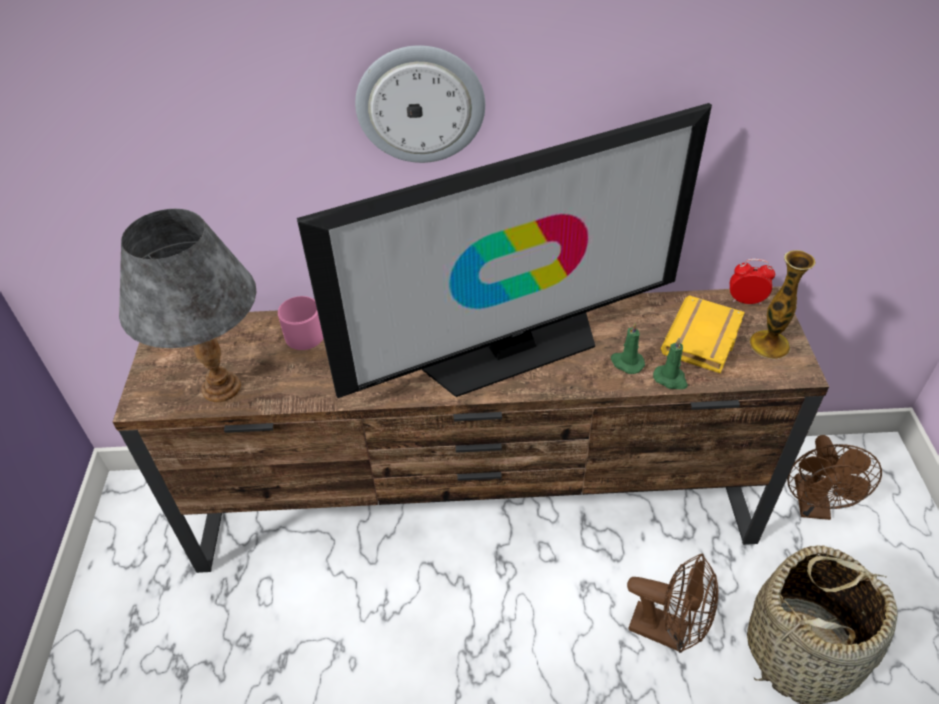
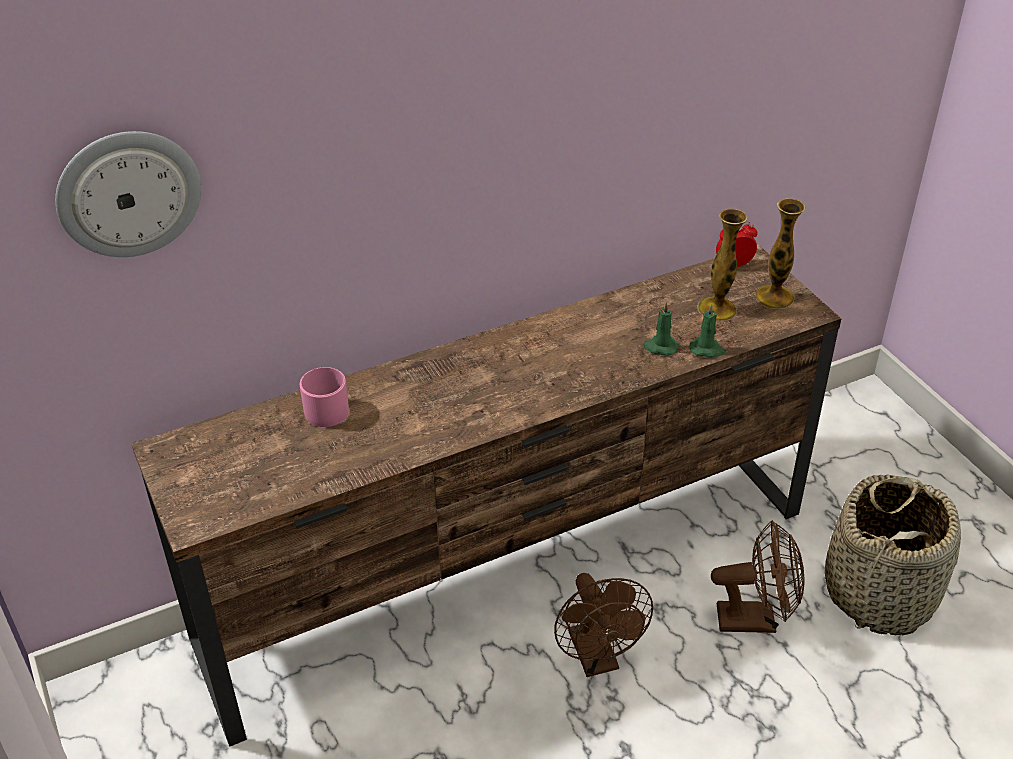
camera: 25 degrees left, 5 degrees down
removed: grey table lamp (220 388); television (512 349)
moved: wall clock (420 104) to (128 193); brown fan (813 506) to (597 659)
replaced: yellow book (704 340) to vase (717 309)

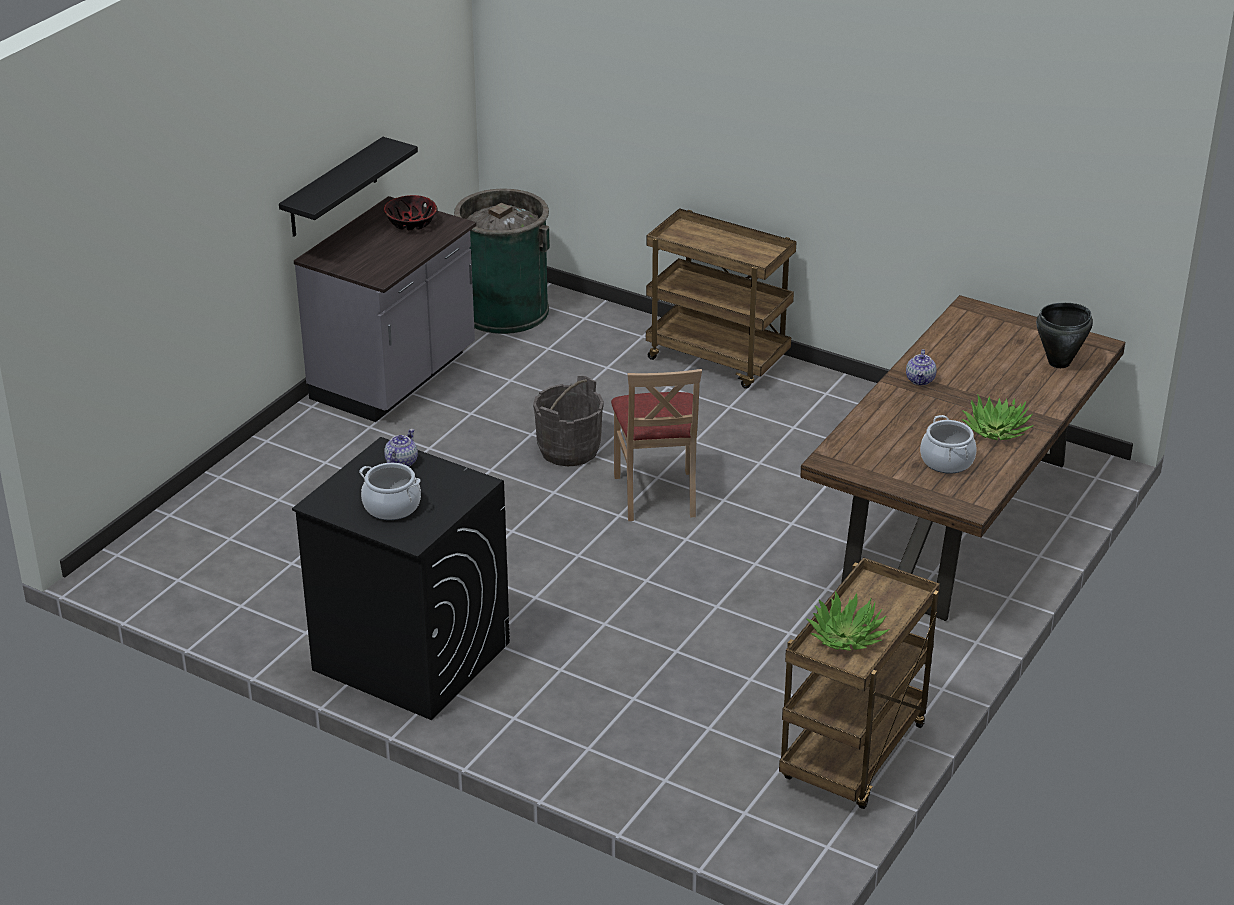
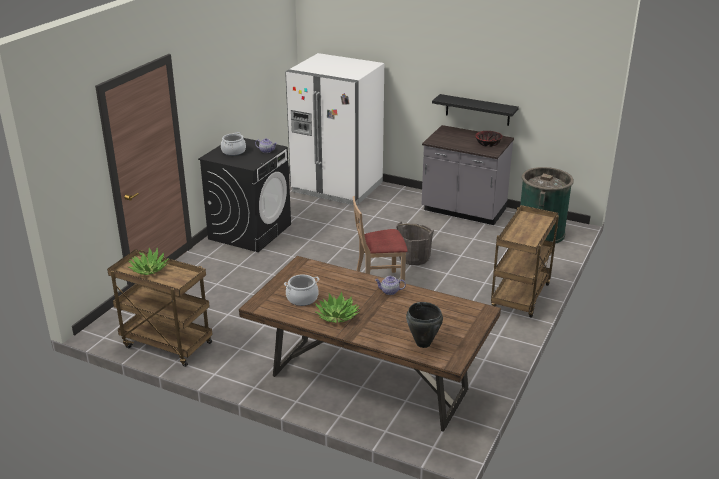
camera: 85 degrees right, 5 degrees down
added: white fridge (337 187)

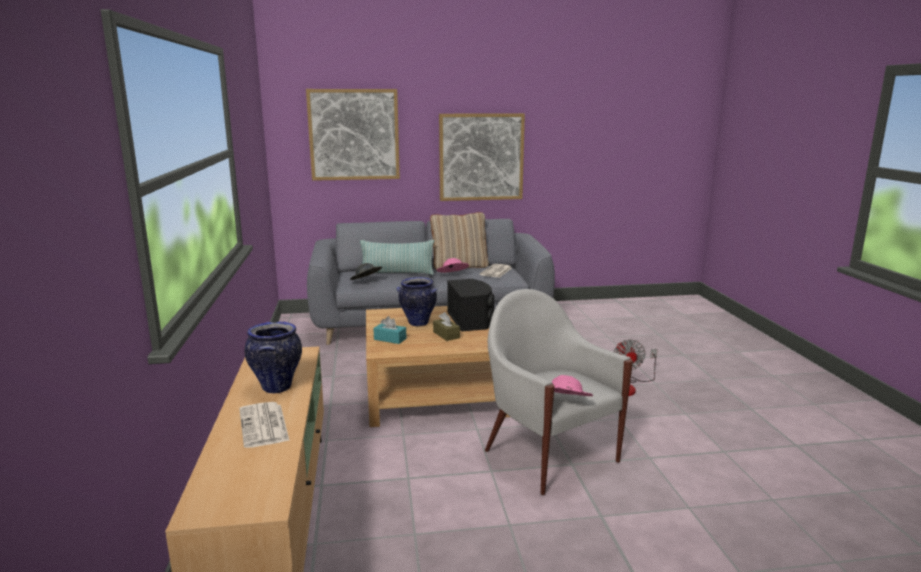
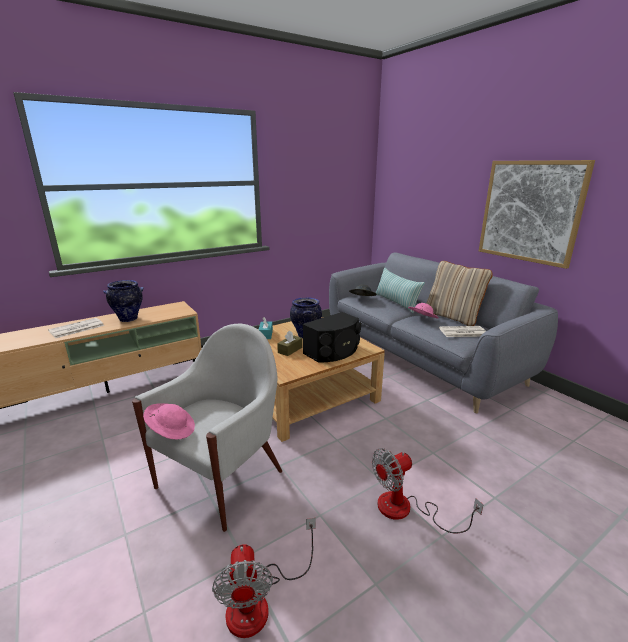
camera: 65 degrees right, 5 degrees up
removed: picture (354 135)
added: fan (260 601)

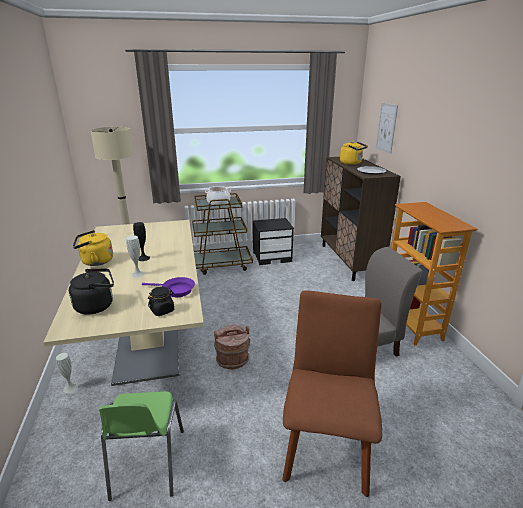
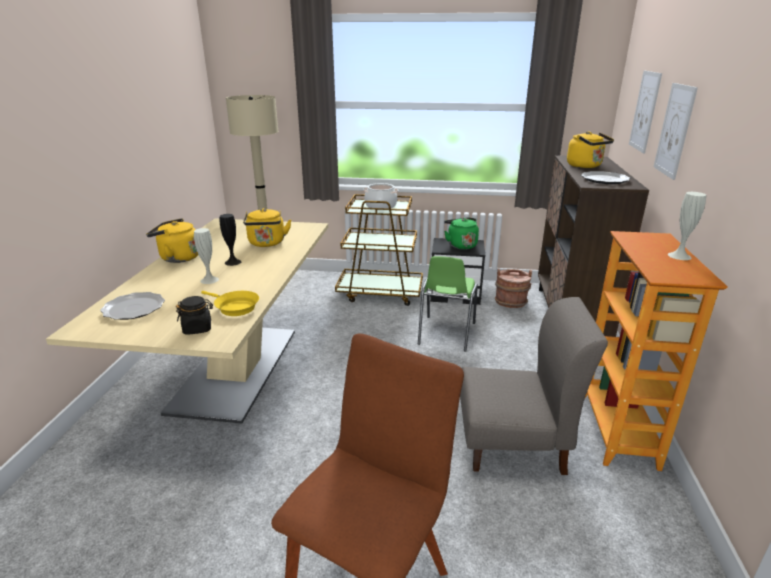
camera: 20 degrees right, 0 degrees up
added: yellow kettle (267 243); green kettle (460 245); picture (674 130)
moved: white vase (70 388) to (679 256); green chair (147 464) to (446 333); brown bucket (232 359) to (510 302)
replaced: black kettle (97 305) to plate (134 308)
recoloured: purple frying pan (175 290) to yellow frying pan (234 307)

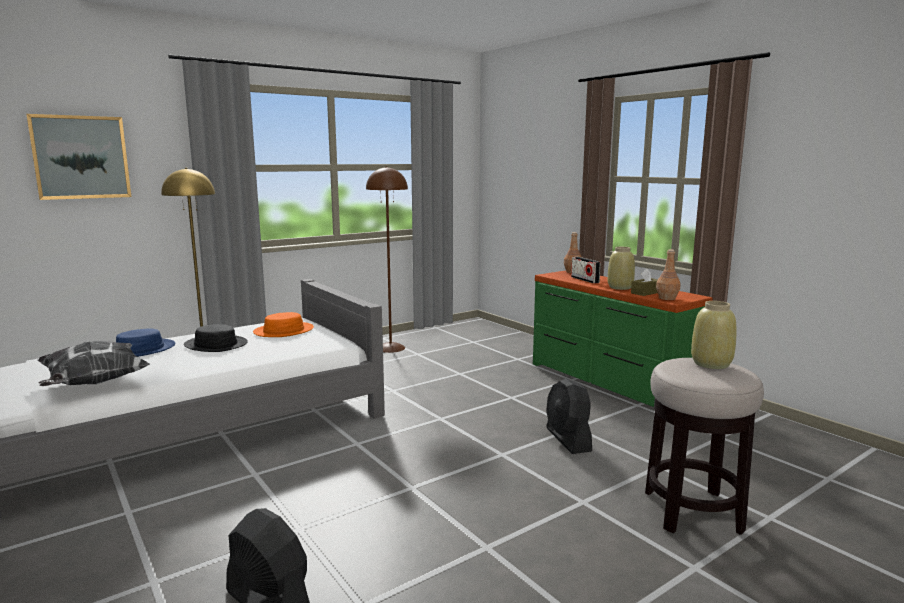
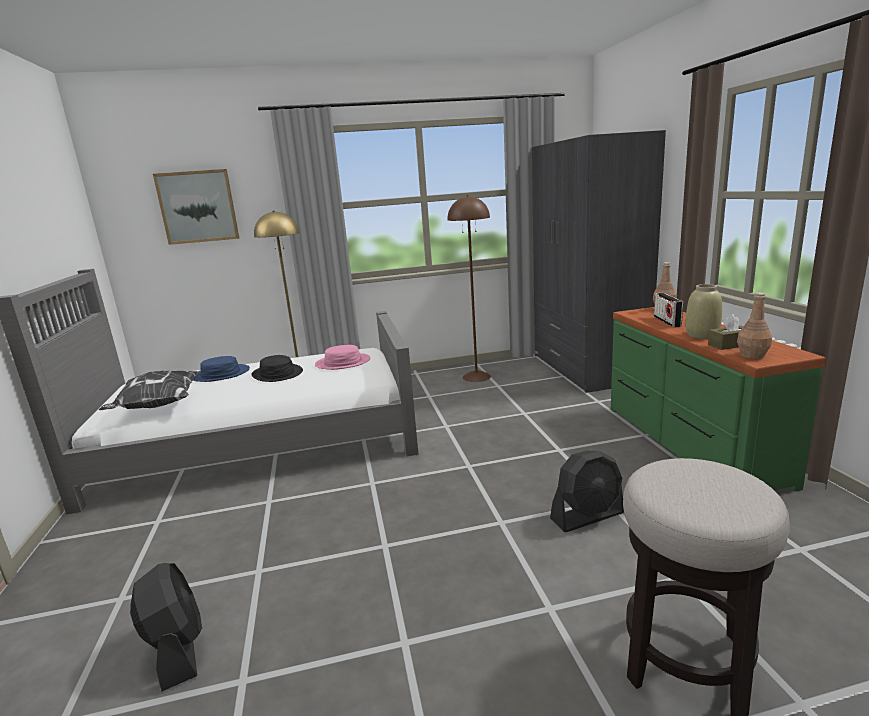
camera: 25 degrees right, 5 degrees up
removed: beige vase (712 364)
added: grey wardrobe (586 368)
recoloured: orange hat (284 331) to pink hat (343 363)
turned: black fan (568 439) = (587 516) 120 degrees counterclockwise

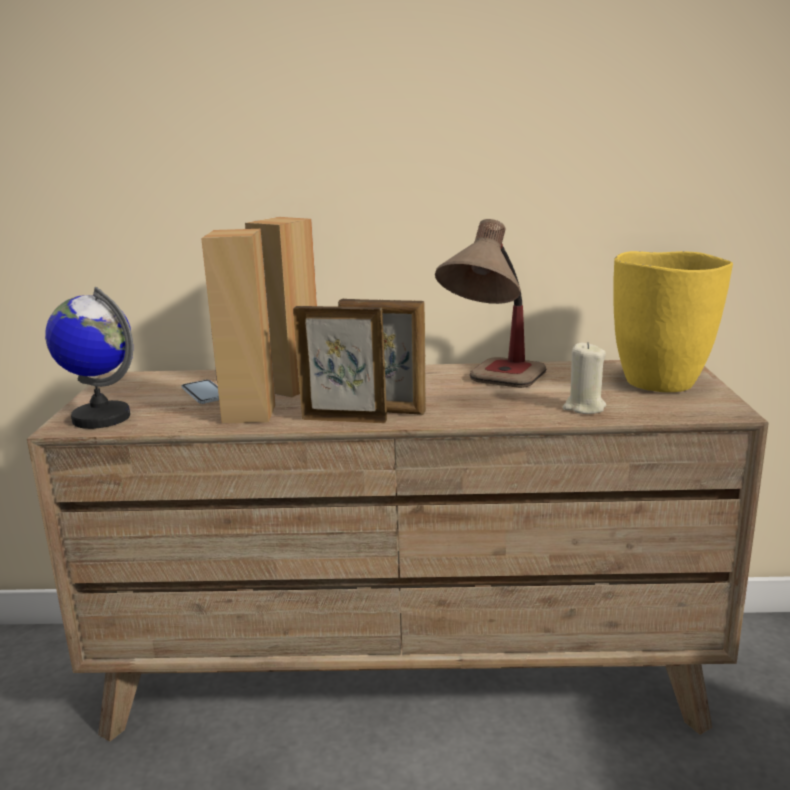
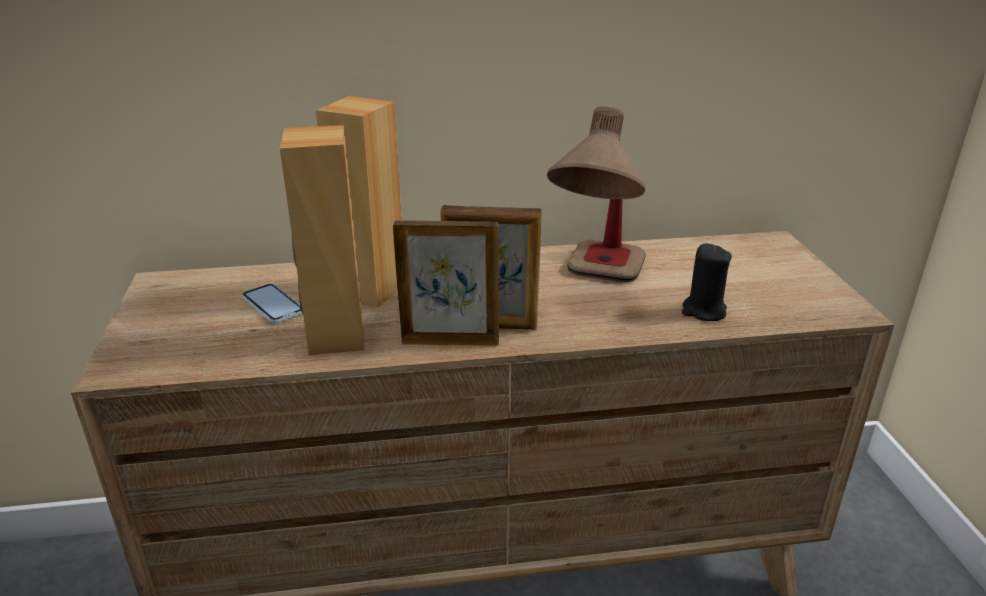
camera: 10 degrees left, 10 degrees up
removed: globe (101 418); yellow vase (661 382)
recoloured: beige candle (584 408) to black candle (703 311)

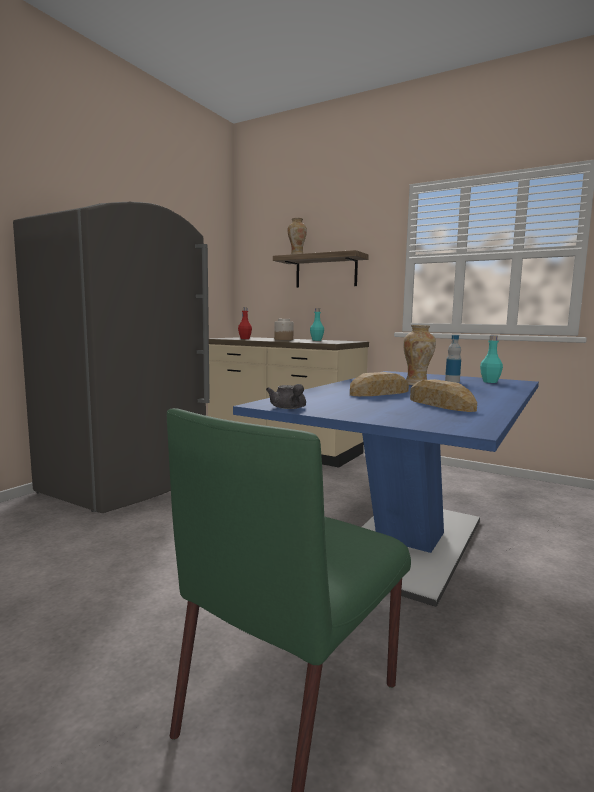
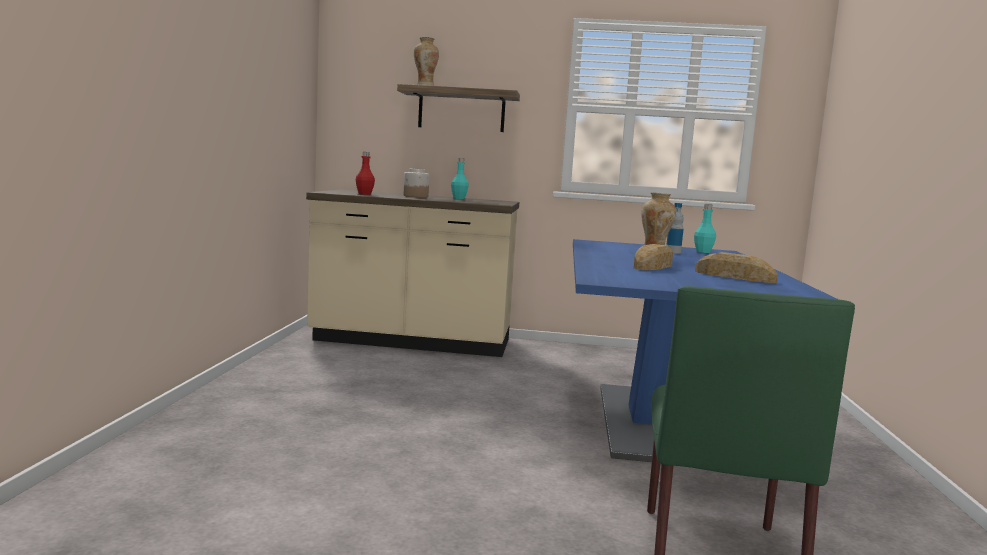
camera: 25 degrees left, 0 degrees up
removed: grey fridge (127 484); grey teapot (289 408)

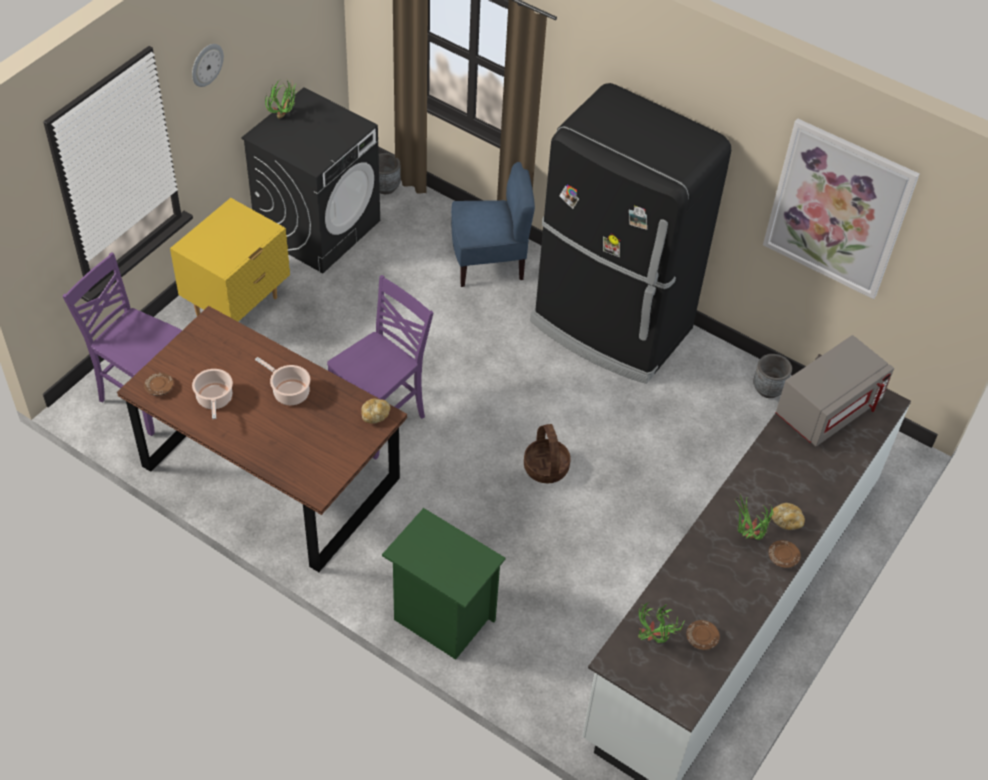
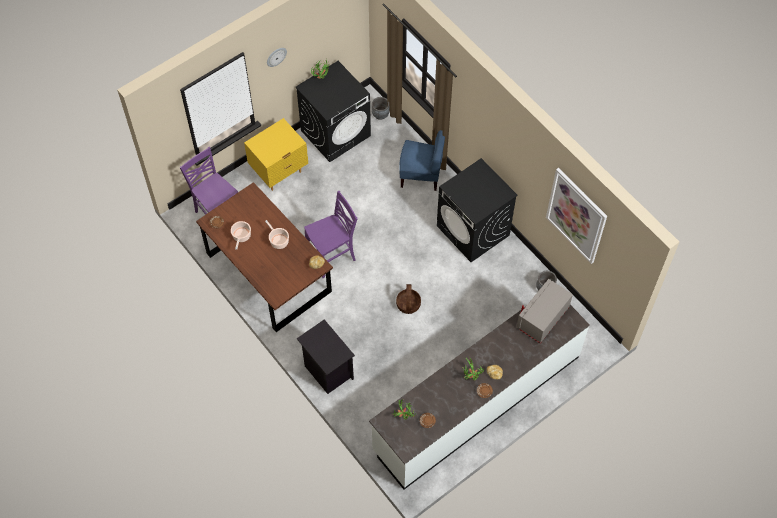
camera: 20 degrees right, 10 degrees up
replaced: black fridge (610 327) to black washing machine (473 231)
recoloured: green nightstand (441 618) to black nightstand (327 371)
turned: grey microwave (827 408) = (543 318) 150 degrees clockwise

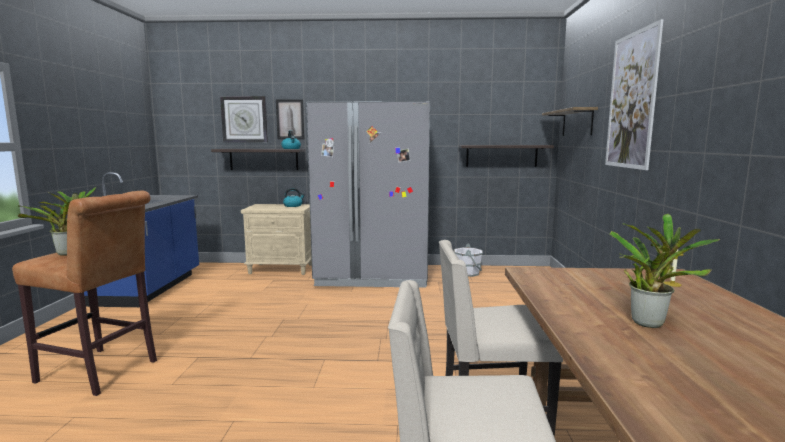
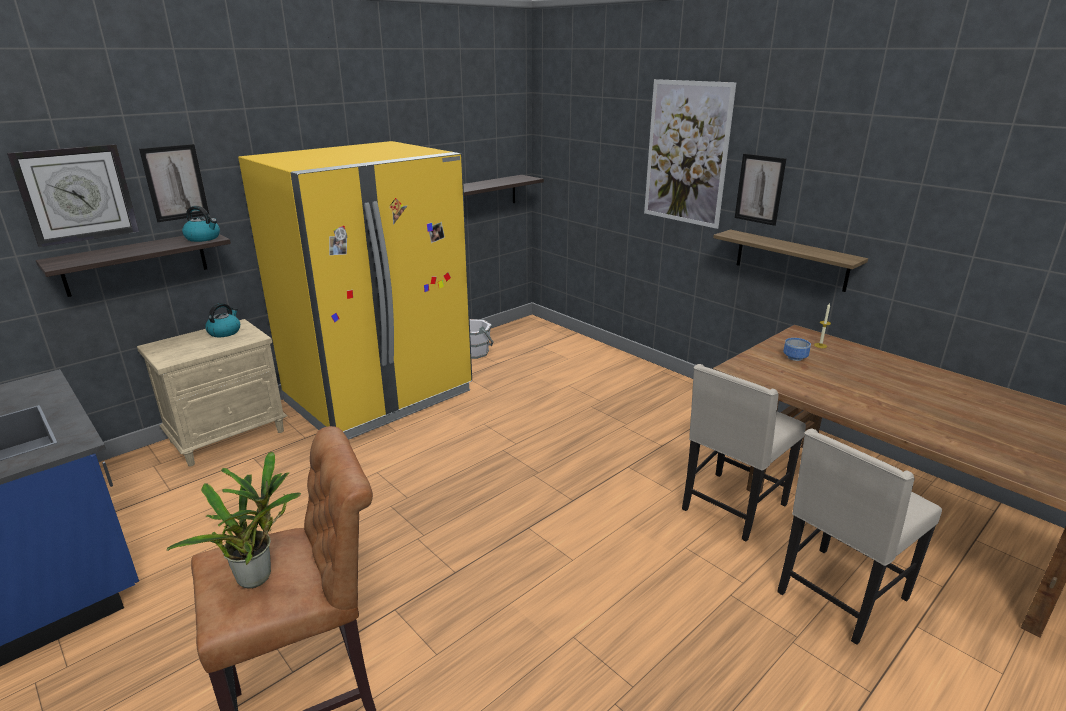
camera: 45 degrees left, 15 degrees up
removed: potted plant (649 322)
added: picture (759 189); bowl (796 357)
moved: shelf (577 122) to (791 260)
recoloured: grey fridge (373 276) to yellow fridge (380 397)

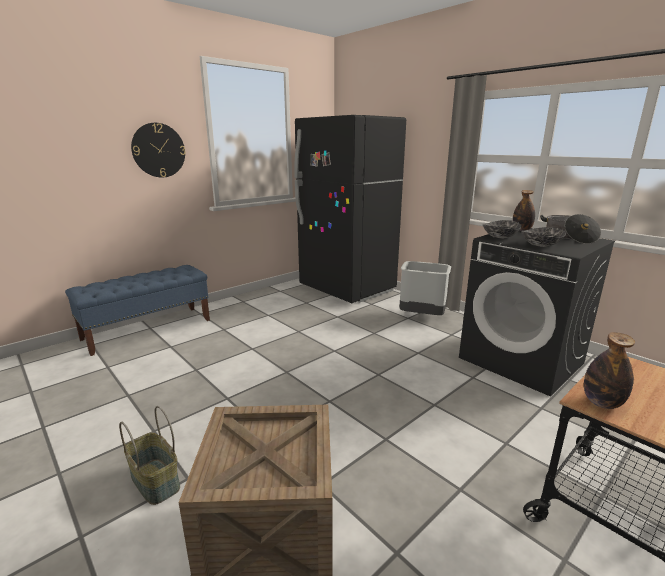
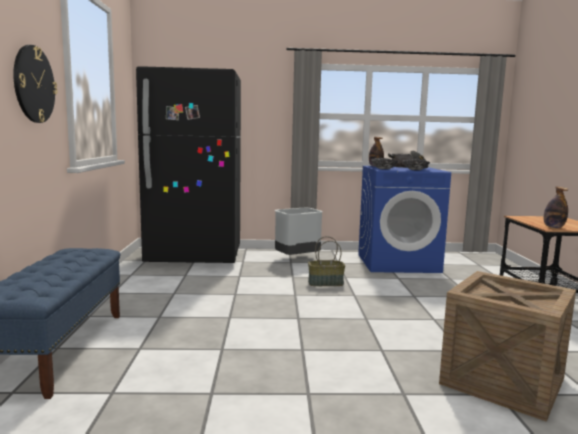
camera: 50 degrees left, 10 degrees down
moved: basket (154 481) to (325 283)
recoloured: black washing machine (521 360) to blue washing machine (398 263)

